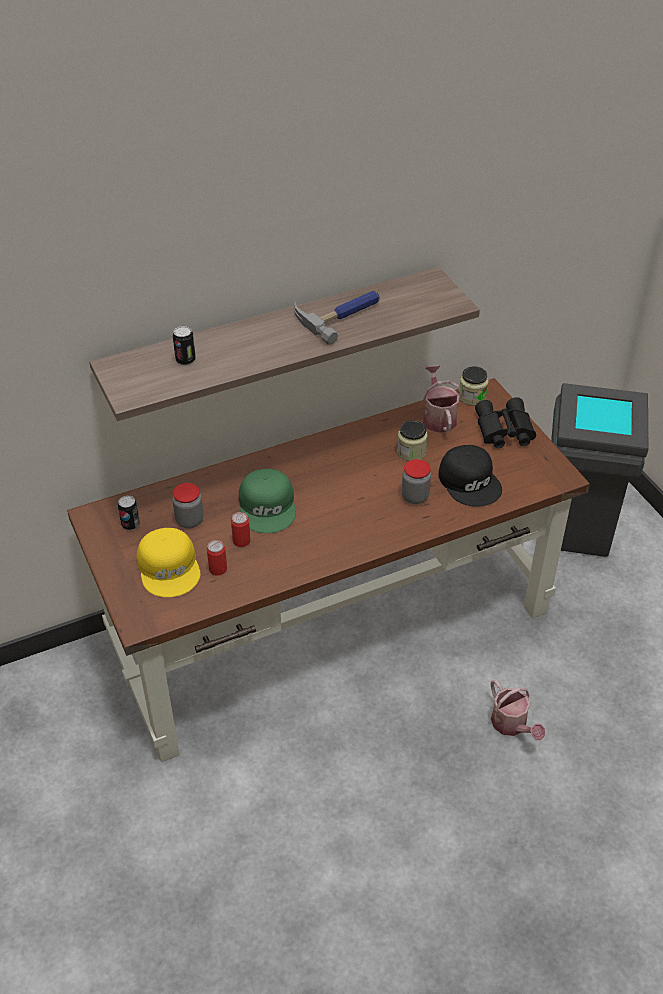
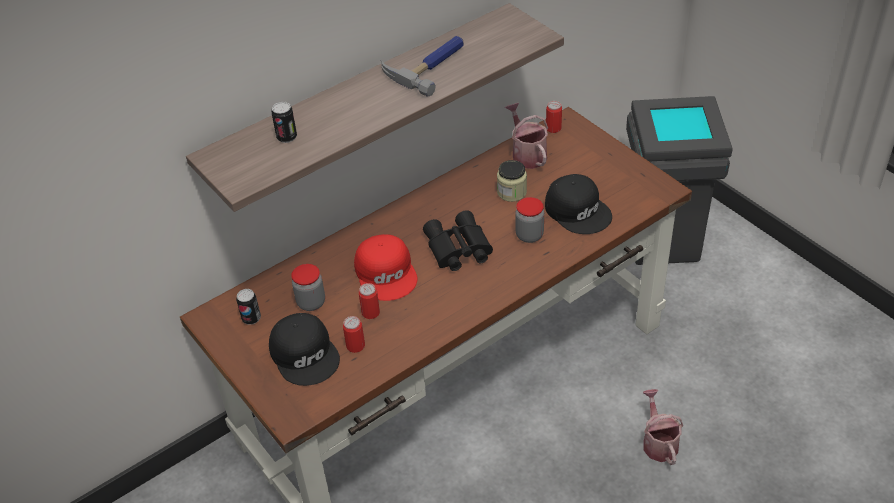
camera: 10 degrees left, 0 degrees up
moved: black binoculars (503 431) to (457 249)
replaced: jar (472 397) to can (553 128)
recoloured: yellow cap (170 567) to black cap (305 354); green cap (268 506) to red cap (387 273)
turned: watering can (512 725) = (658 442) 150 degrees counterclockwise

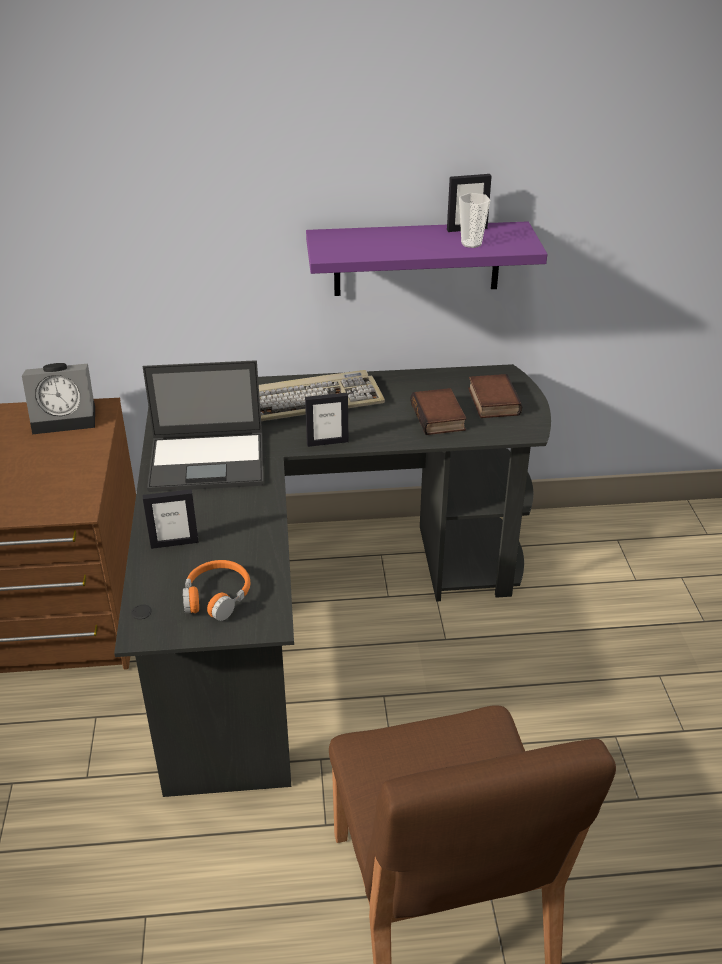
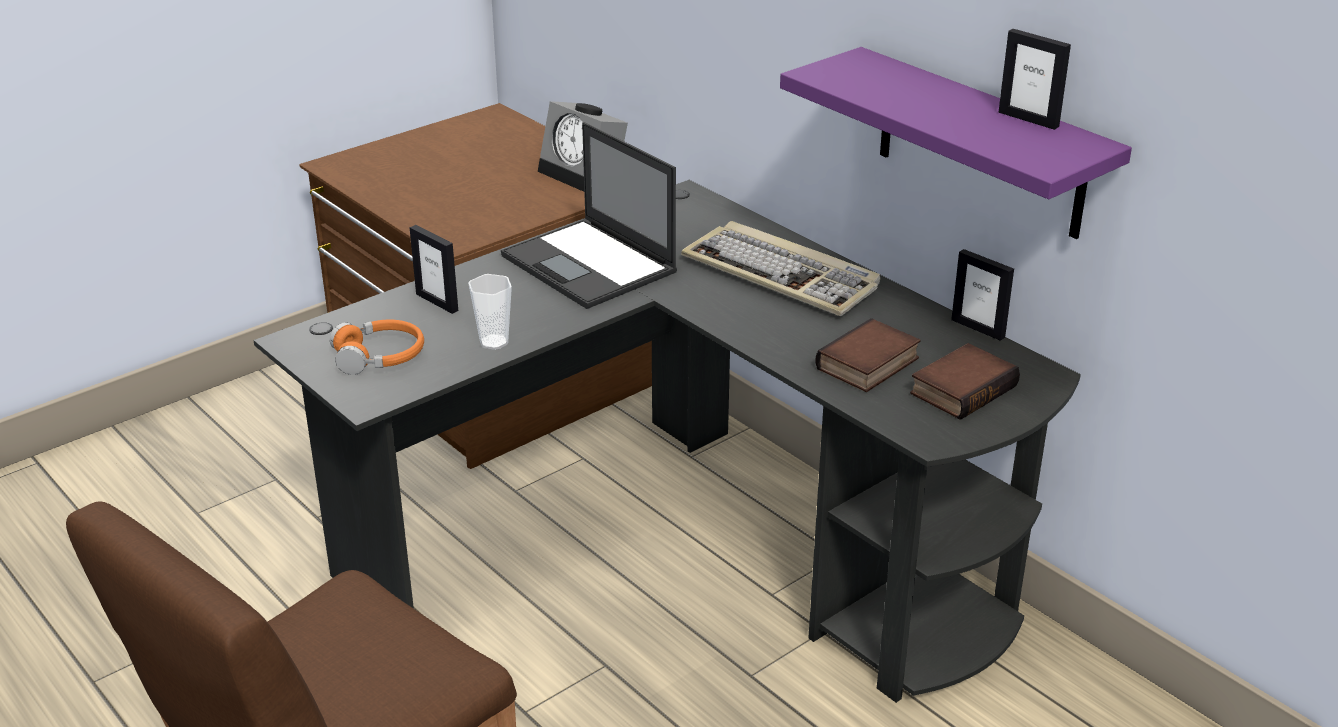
camera: 55 degrees right, 5 degrees down
moved: picture frame (327 442) to (978 328); cup (471 244) to (494 342)

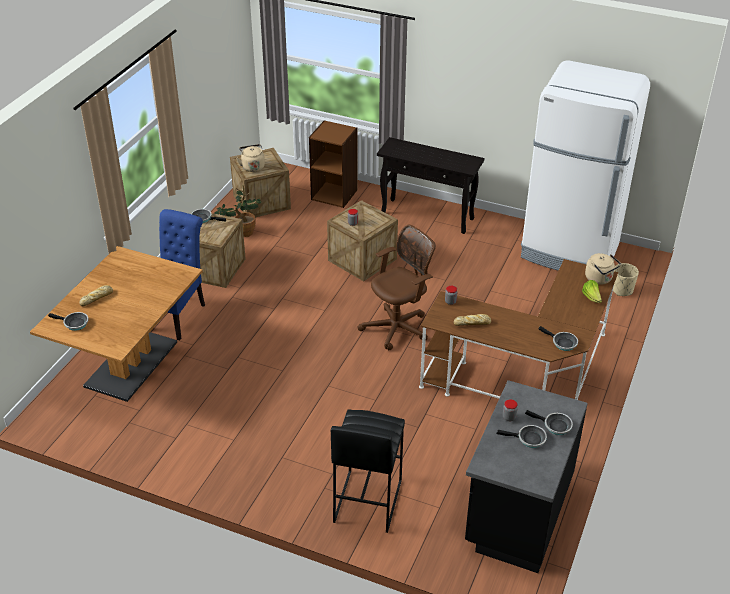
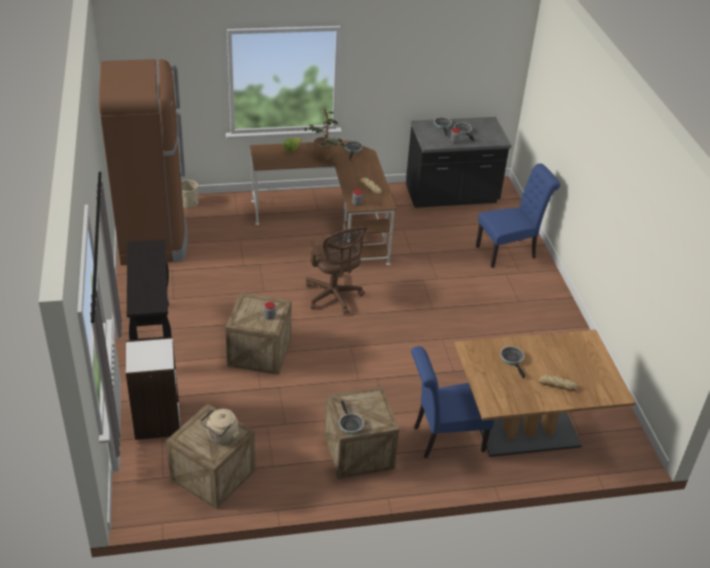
camera: 125 degrees left, 0 degrees up
removed: beige kettle (600 279)
moved: frying pan (74 323) to (512 360); potted plant (242 232) to (325 159)
replaced: black stool (366 501) to blue chair (509 252)
recoloured: brown bookcase (334 194) to white bookcase (156 420); white fridge (570 252) to brown fridge (153 238)
turned: brown office chair (398 327) = (334 297) 135 degrees counterclockwise

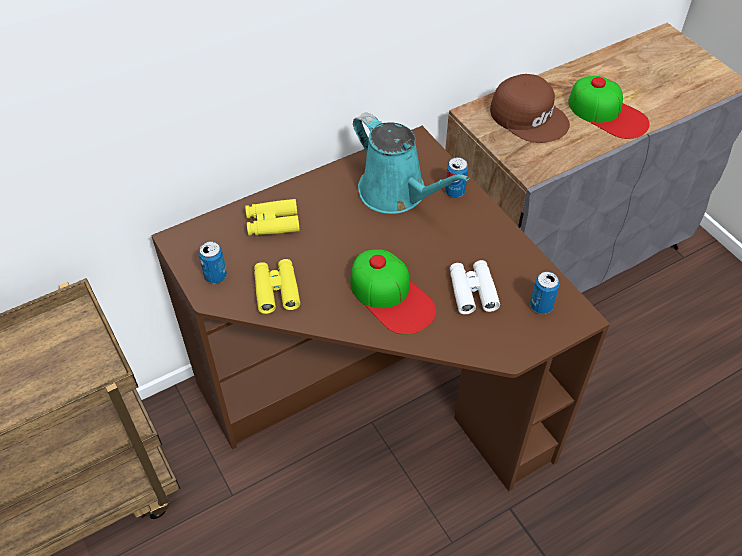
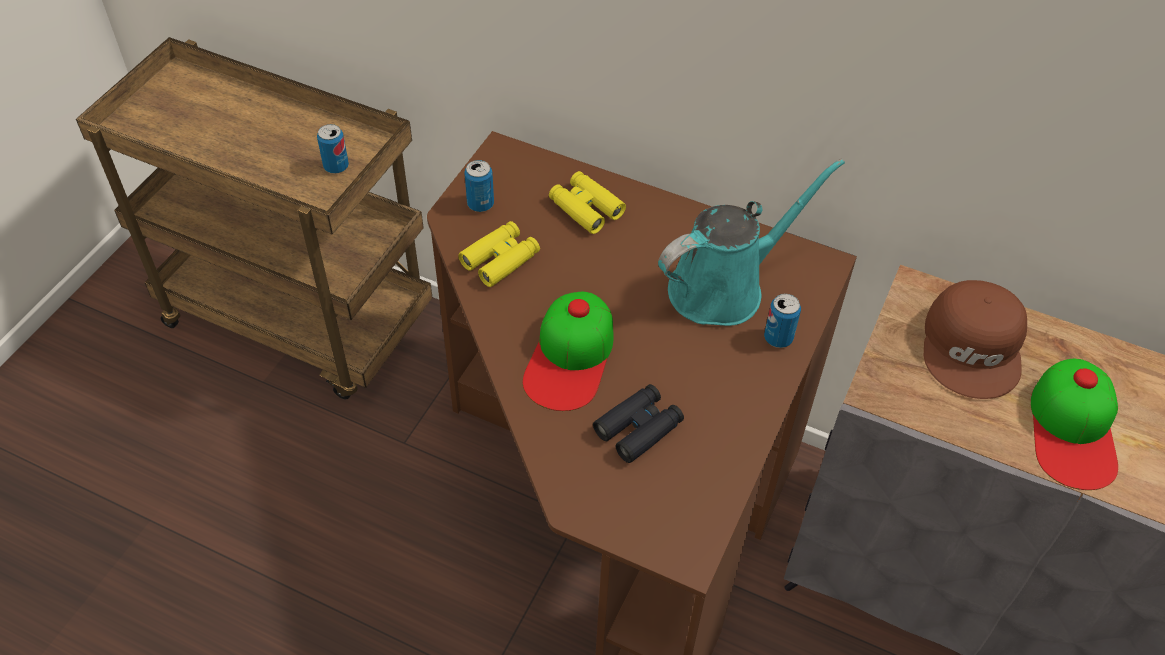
camera: 55 degrees right, 0 degrees up
moved: can (541 306) to (336 166)
recoloured: white binoculars (472 291) to black binoculars (638 428)
turned: turquoise watering can (397 193) = (724 287) 135 degrees counterclockwise

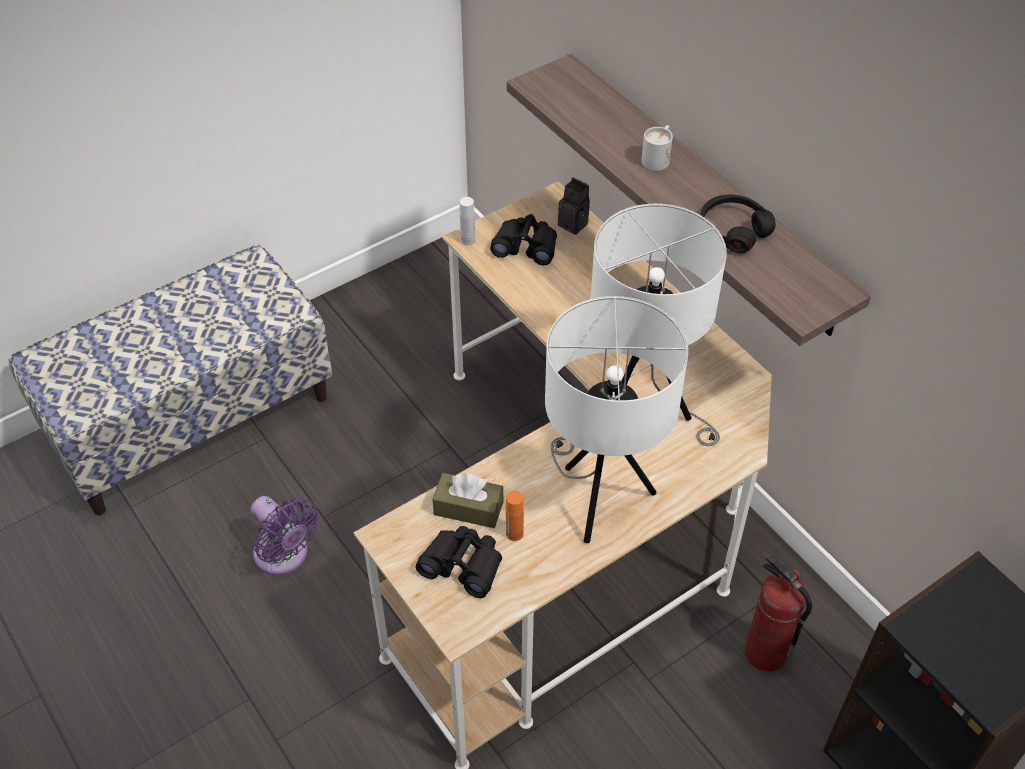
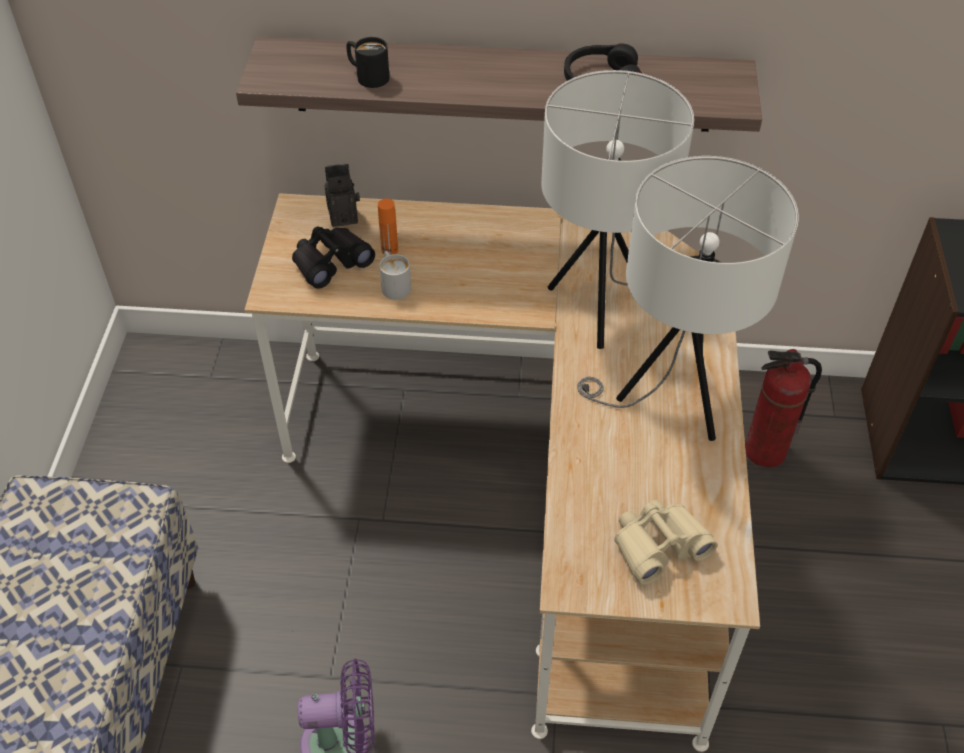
camera: 50 degrees left, 0 degrees up
removed: brown tissue box (468 508); white bottle (468 240)
added: black mug (367 76)
moved: orange bottle (514 533) to (389 250); white mug (658 158) to (394 284)
recoloured: black binoculars (463 565) to beige binoculars (658 546)

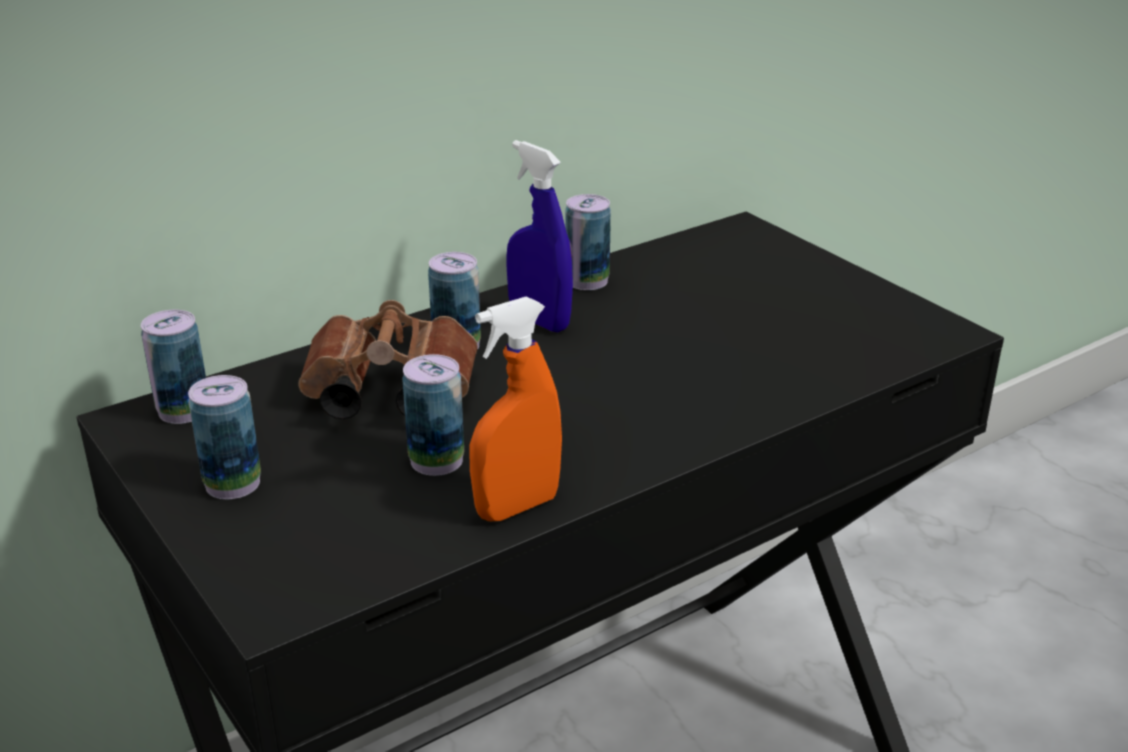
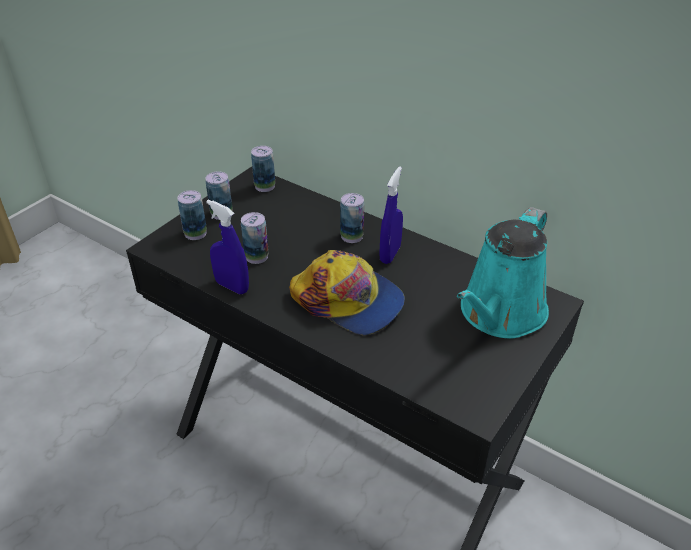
camera: 70 degrees right, 10 degrees up
removed: brown binoculars (385 396)
added: cap (348 300); turquoise watering can (499 314)
moved: can (587 281) to (195 233)
recoloured: orange spray bottle (517 507) to blue spray bottle (232 286)

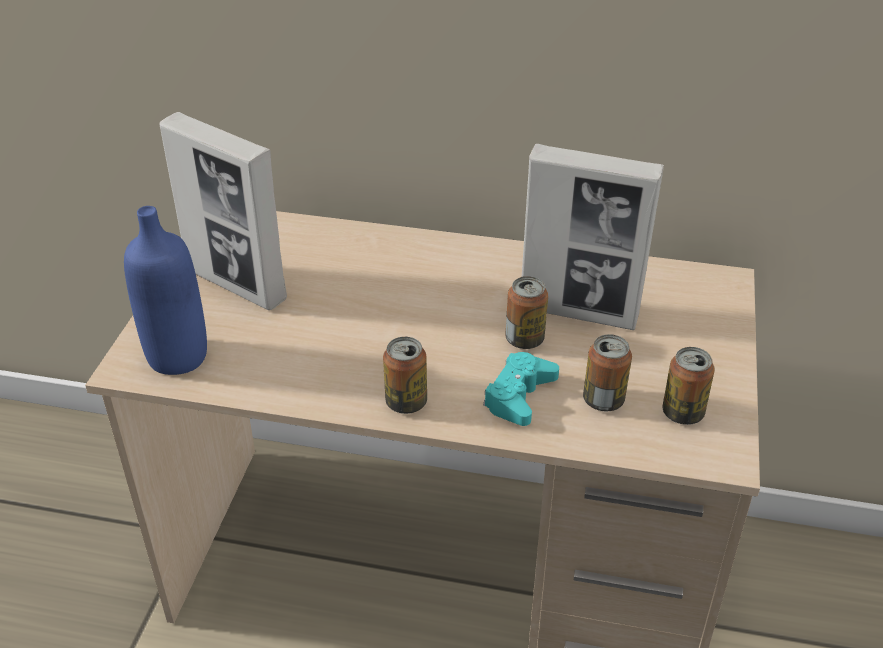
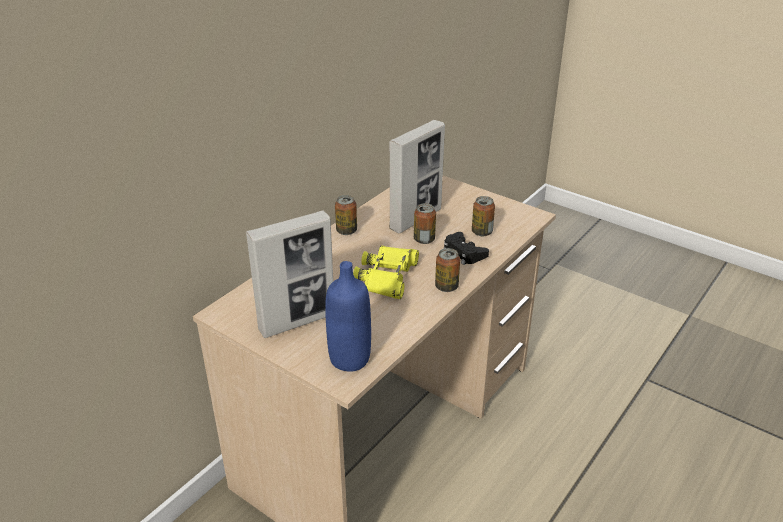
camera: 65 degrees left, 5 degrees down
added: yellow binoculars (387 277)
moved: can (682 413) to (346 231)
recoloured: turquoise game controller (519 395) to black game controller (464 253)

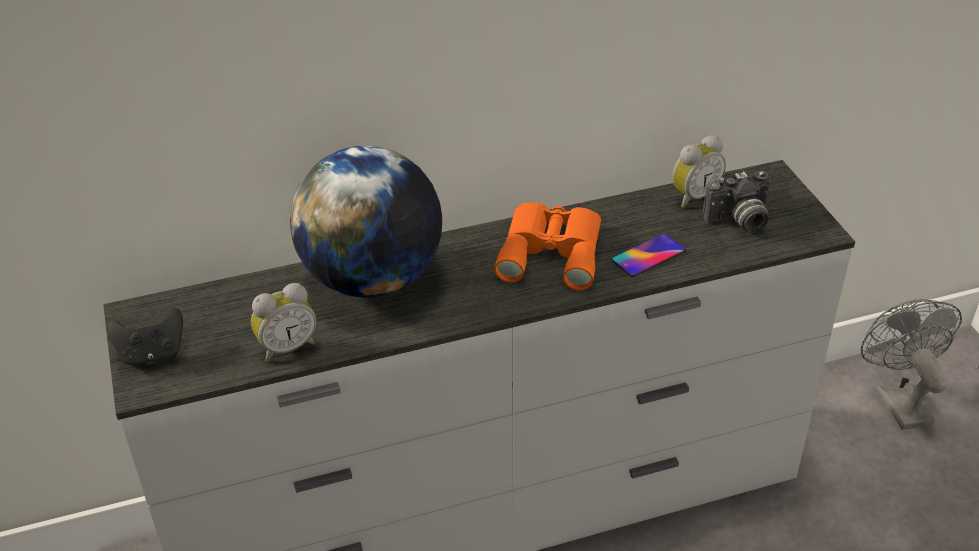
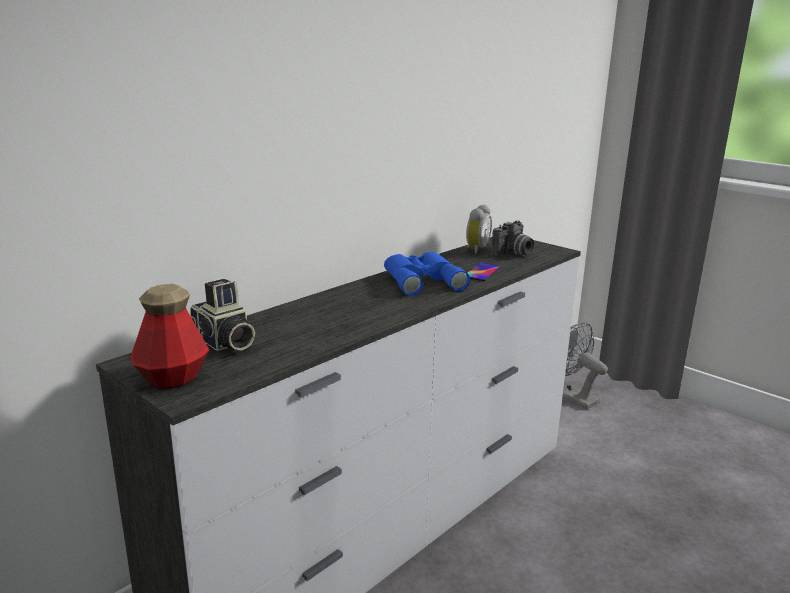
camera: 30 degrees left, 20 degrees down
removed: alarm clock (287 347); globe (373 279)
added: photo camera (223 342)
replaced: black game controller (152 354) to bottle (173 378)
recoloured: orange binoculars (552 251) to blue binoculars (422 280)

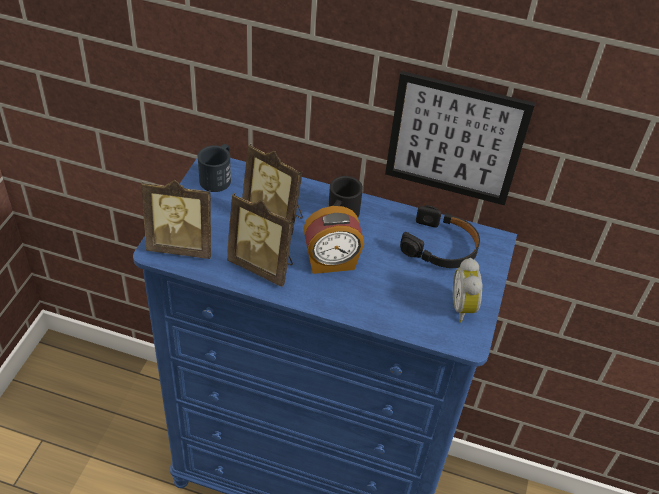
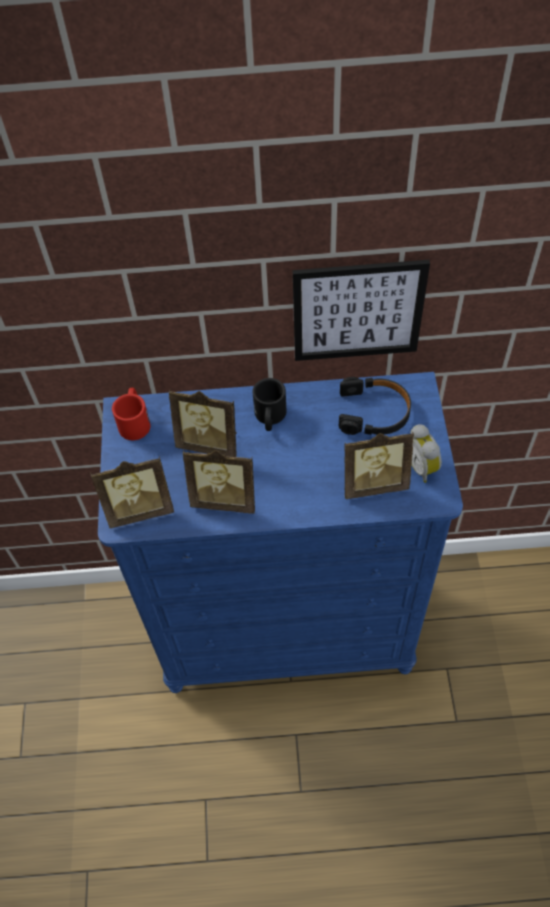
camera: 15 degrees left, 10 degrees up
removed: alarm clock (331 262)
added: picture frame (373 482)
recoloured: black mug (218 176) to red mug (135 421)

